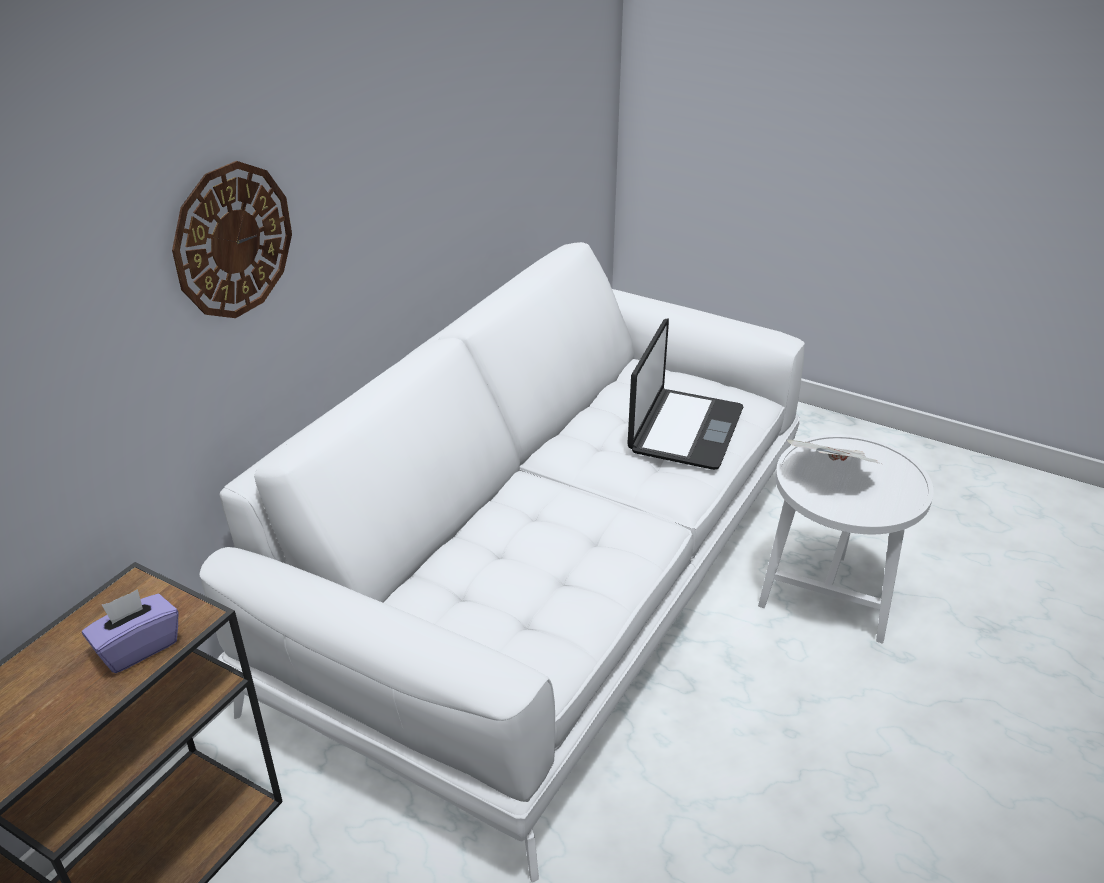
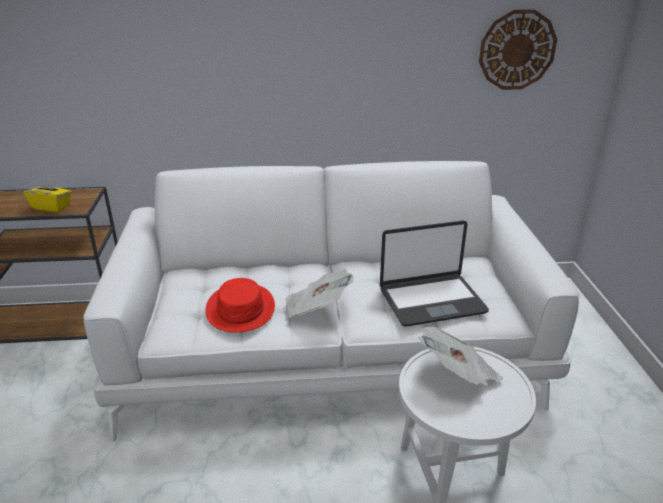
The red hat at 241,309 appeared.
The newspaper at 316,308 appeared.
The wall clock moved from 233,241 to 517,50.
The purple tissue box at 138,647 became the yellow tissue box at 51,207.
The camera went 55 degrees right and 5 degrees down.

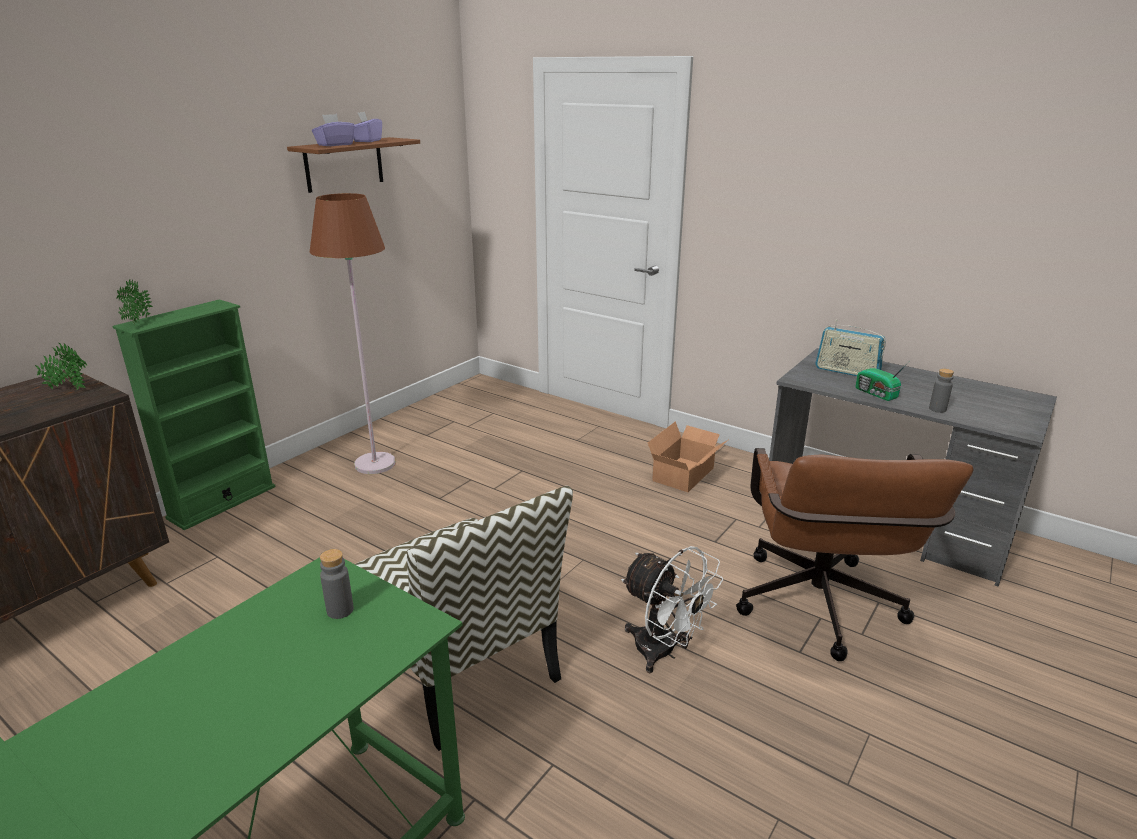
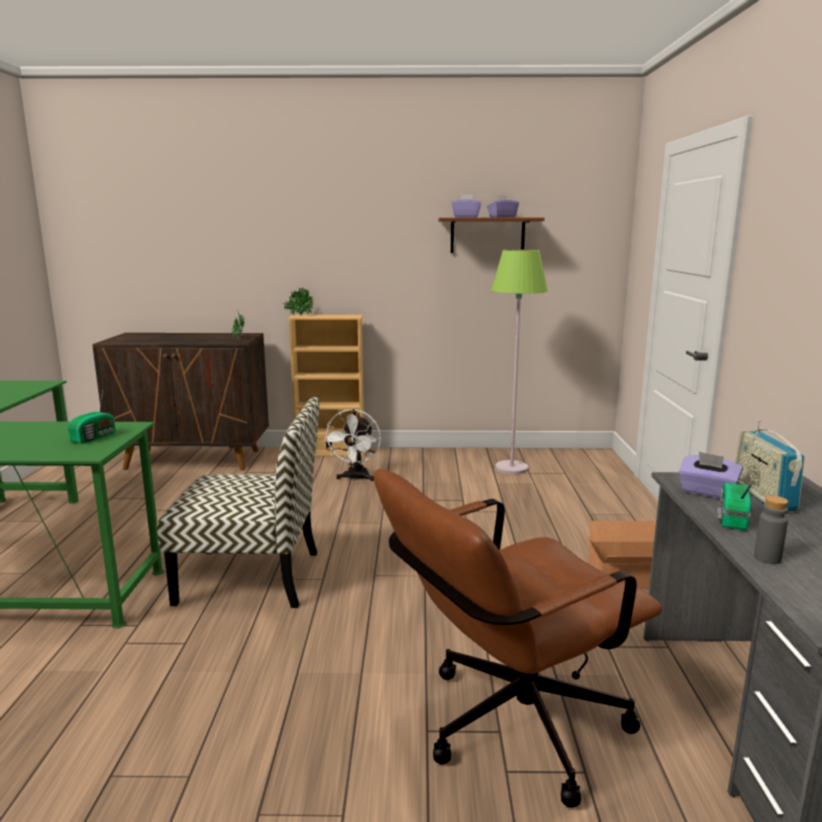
The brown floor lamp at 375,464 disappeared.
The green floor lamp at 511,468 appeared.
The purple tissue box at 707,492 appeared.
The white fan moved from 664,652 to 355,478.
The grey bottle at 340,610 was replaced by the radio at 95,437.
The green bookcase at 222,502 became the beige bookcase at 330,452.
The chair at 464,668 turned 105 degrees counterclockwise.
The camera went 55 degrees right and 10 degrees down.

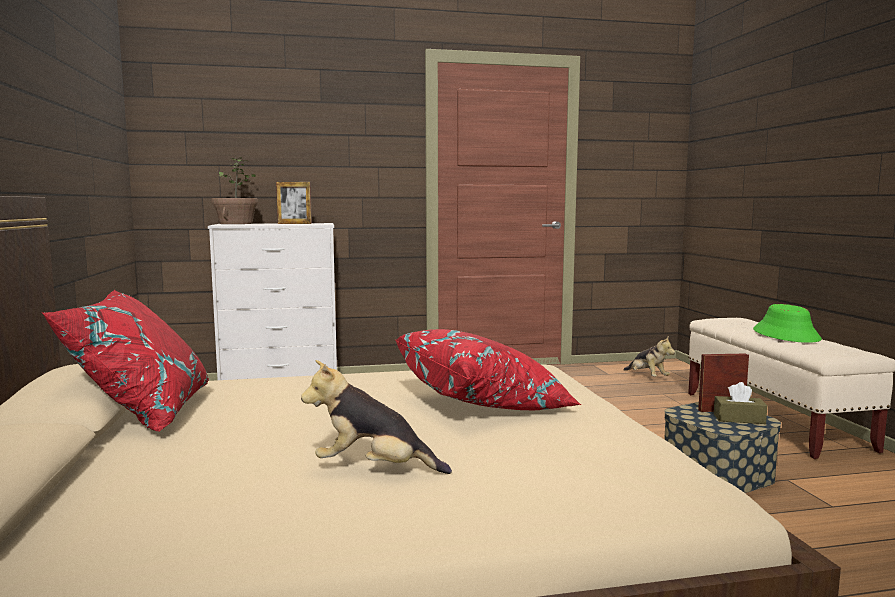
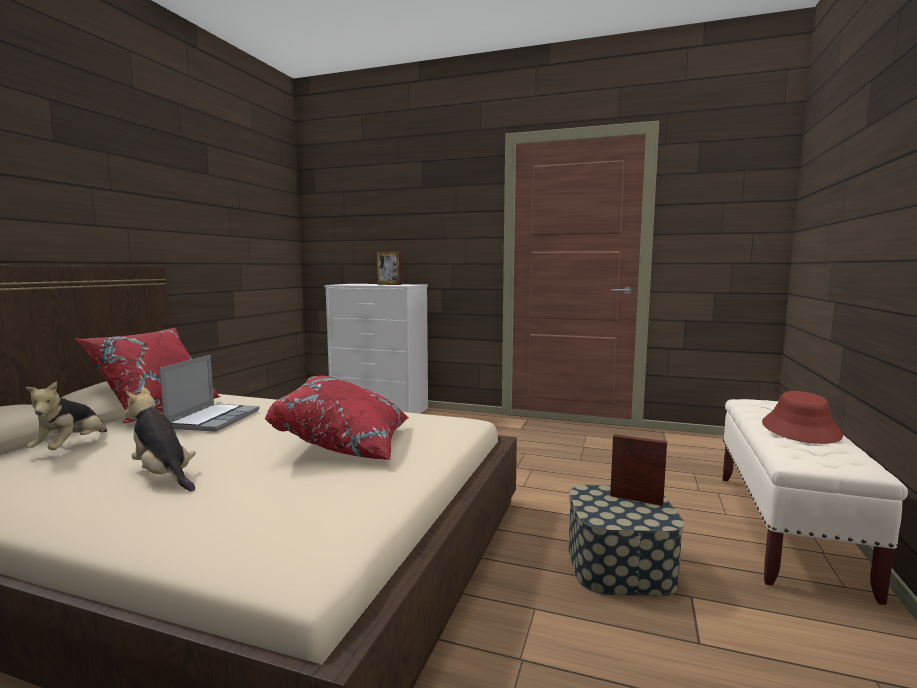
The potted plant at 235,223 disappeared.
The brown tissue box at 739,419 disappeared.
The laptop at 213,419 appeared.
The plush toy moved from 647,377 to 71,447.
The green hat at 786,335 became the red hat at 801,430.
The camera went 30 degrees right and 0 degrees up.

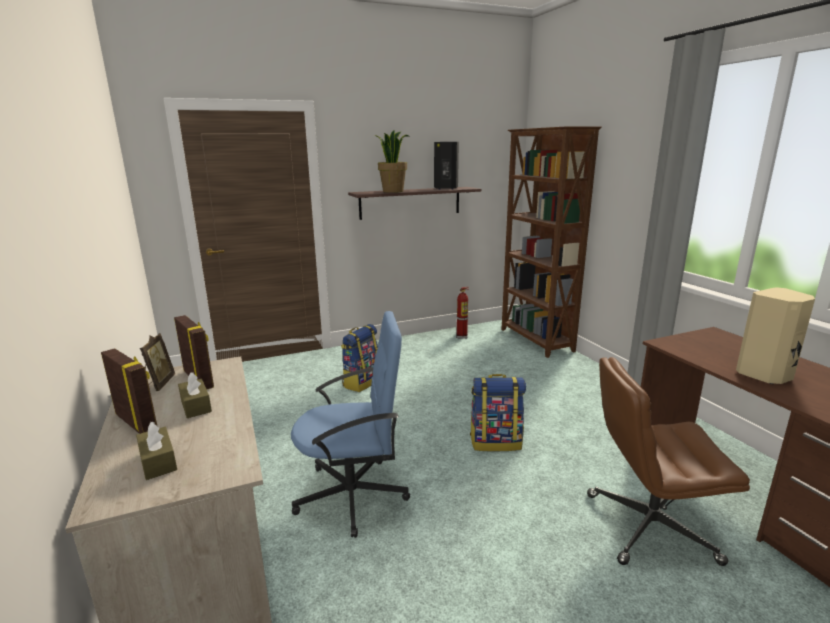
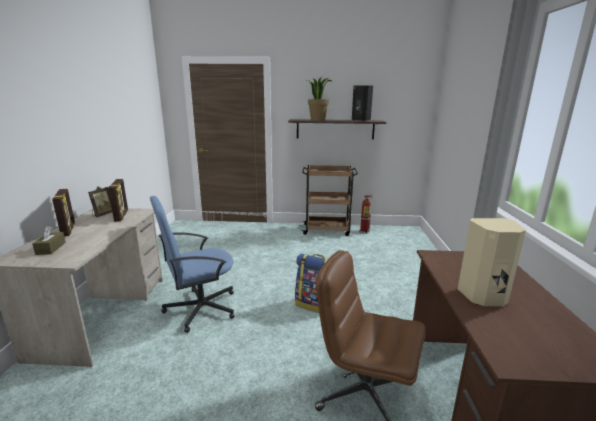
The brown tissue box at 196,406 disappeared.
The backpack at 361,382 disappeared.
The brown bookcase at 536,340 disappeared.
The brown cart at 327,230 appeared.
The blue office chair at 353,495 turned 135 degrees clockwise.
The camera went 25 degrees right and 0 degrees up.

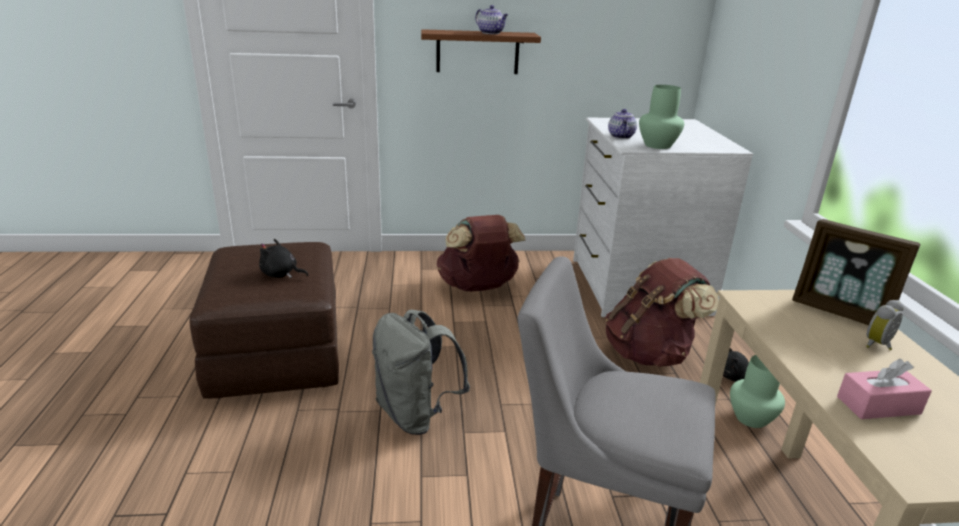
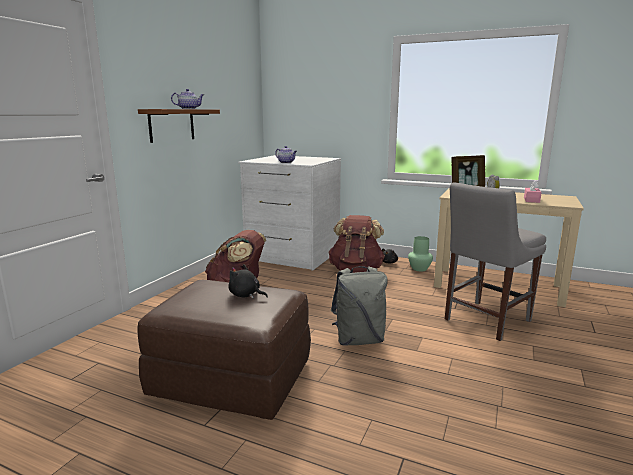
The green vase at 657,145 disappeared.
The black plush toy at 281,274 turned 75 degrees clockwise.
The camera went 60 degrees left and 10 degrees down.

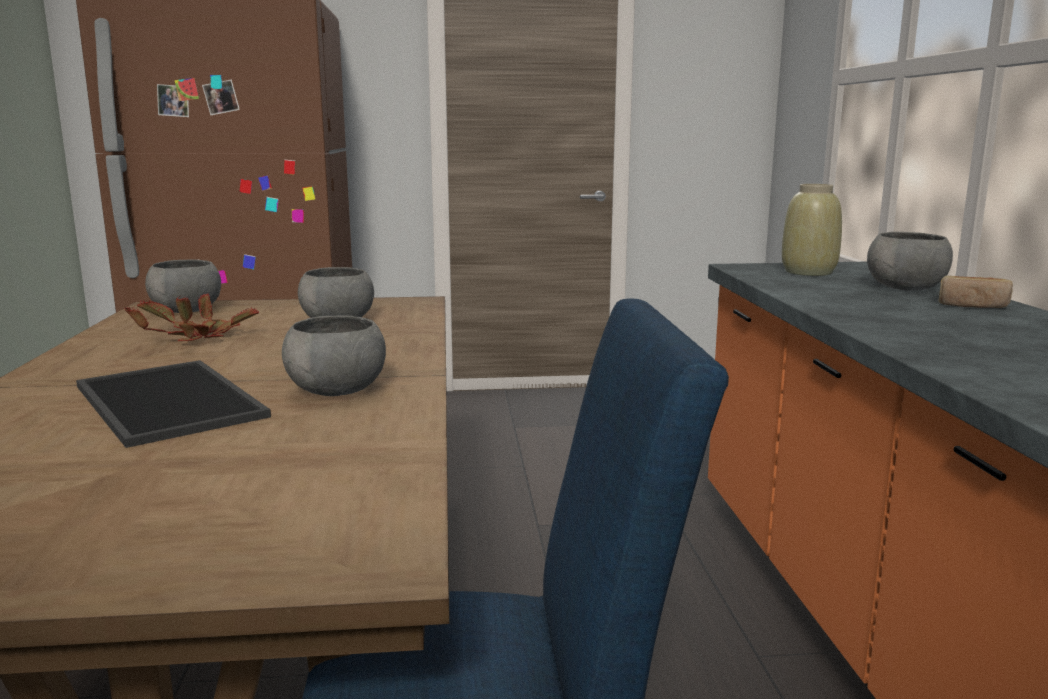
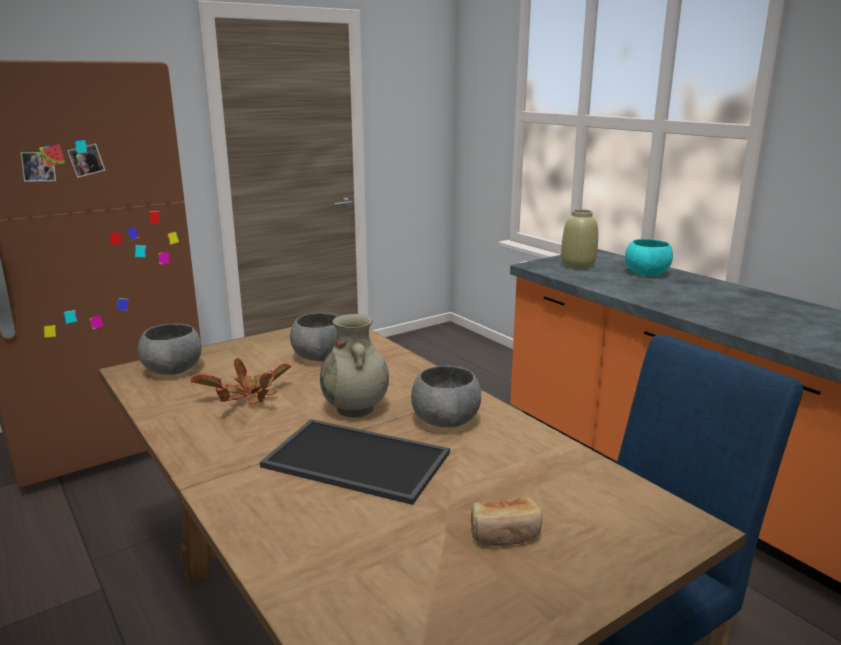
The beige vase at 355,409 appeared.
The bread moved from 972,305 to 505,535.
The grey bowl at 904,288 became the turquoise bowl at 646,273.
The camera went 30 degrees left and 5 degrees up.

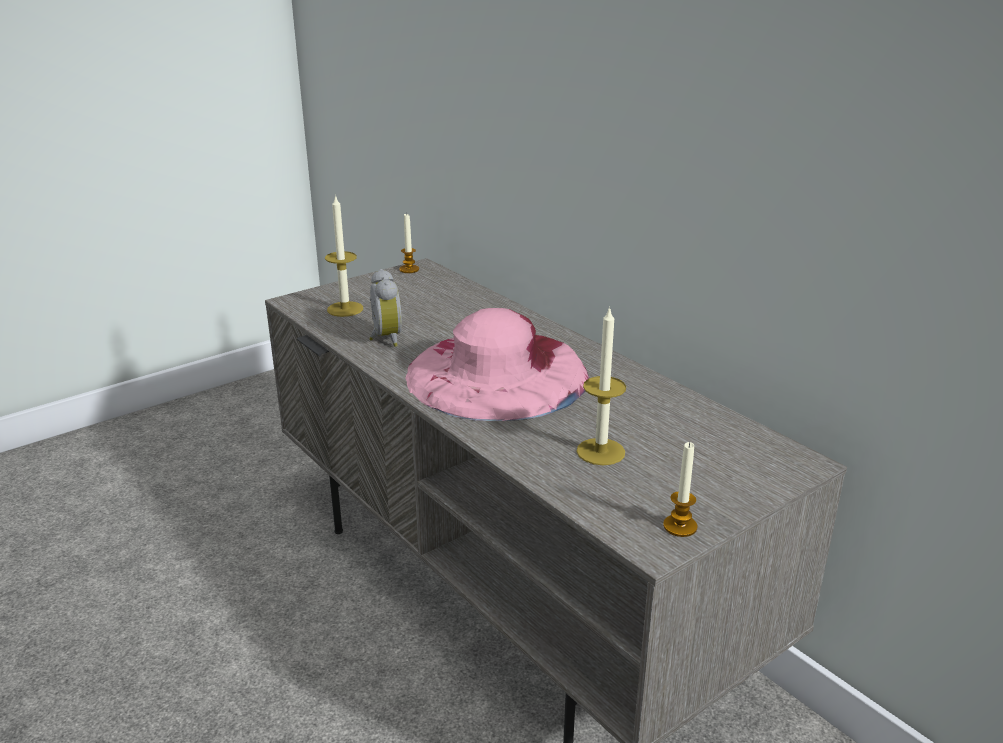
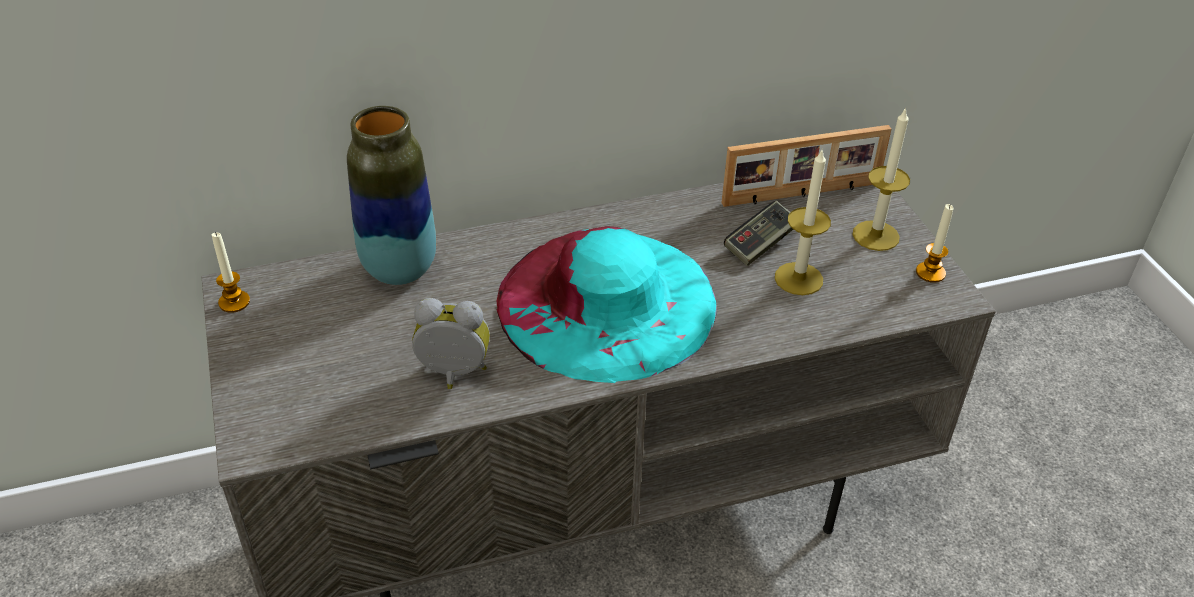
The vase at 399,269 appeared.
The picture frame at 802,194 appeared.
The game controller at 760,244 appeared.
The candle moved from 345,309 to 875,235.
The pink hat at 497,374 became the turquoise hat at 606,302.
The camera went 70 degrees left and 15 degrees up.

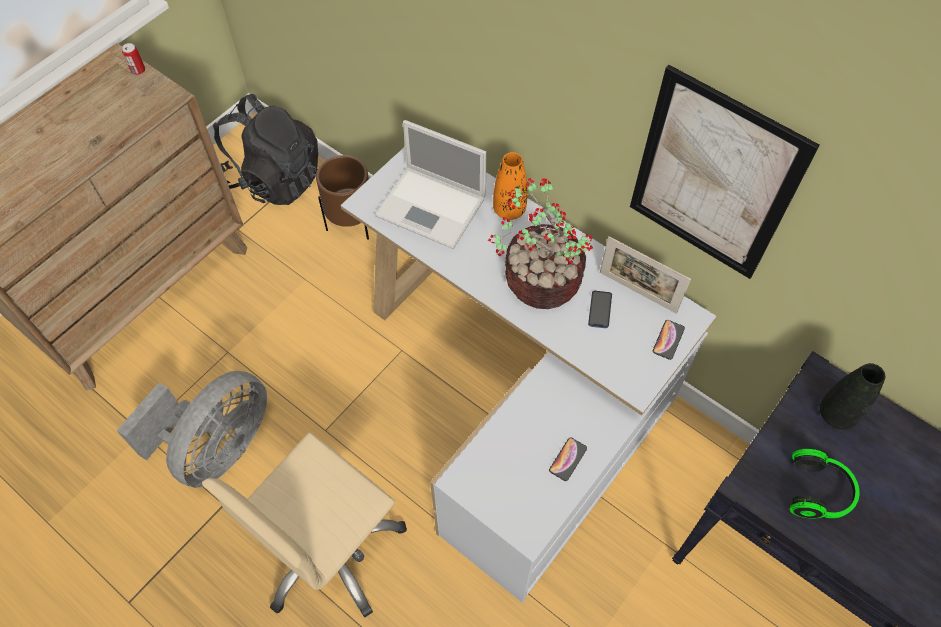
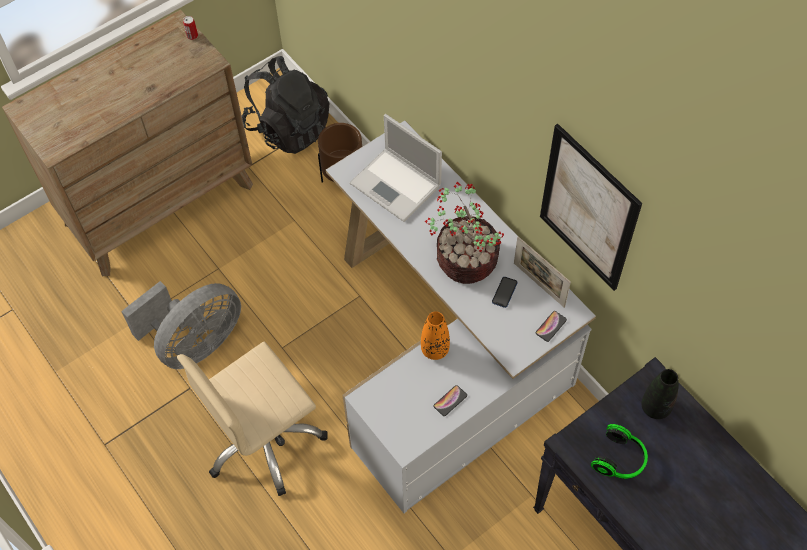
The orange vase moved from 509,210 to 435,349.
The camera went 15 degrees right and 0 degrees up.

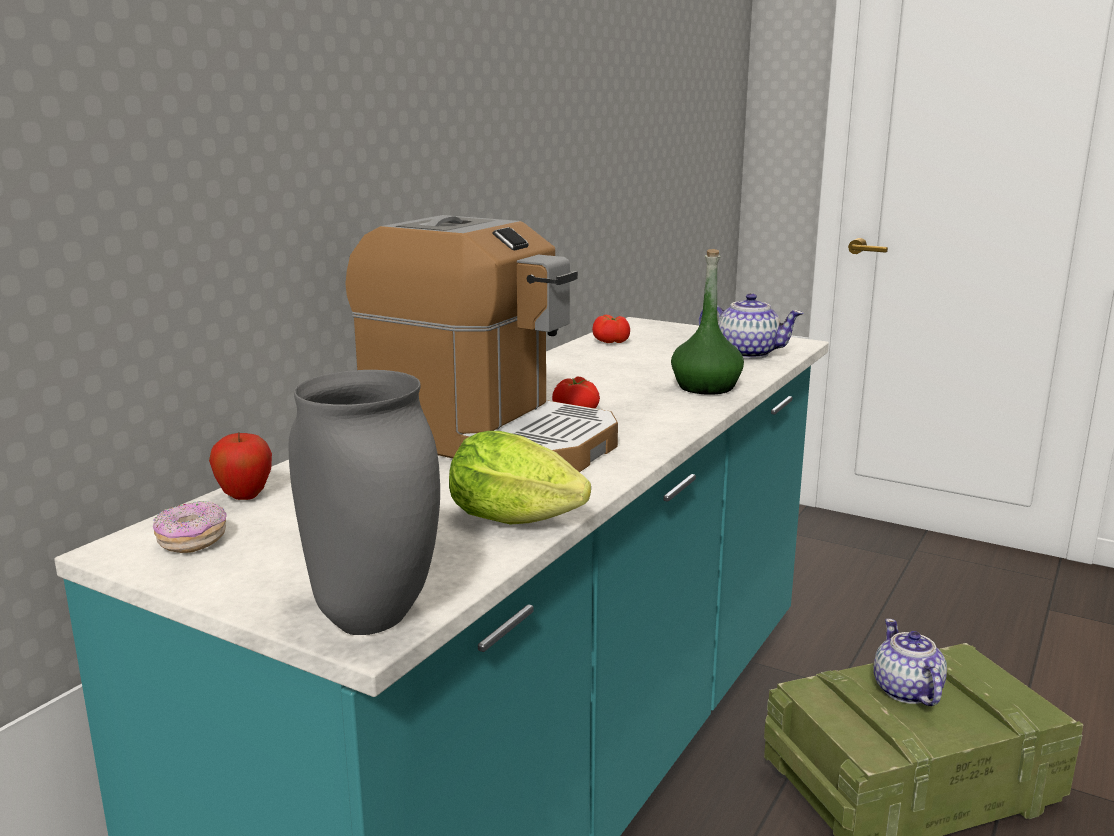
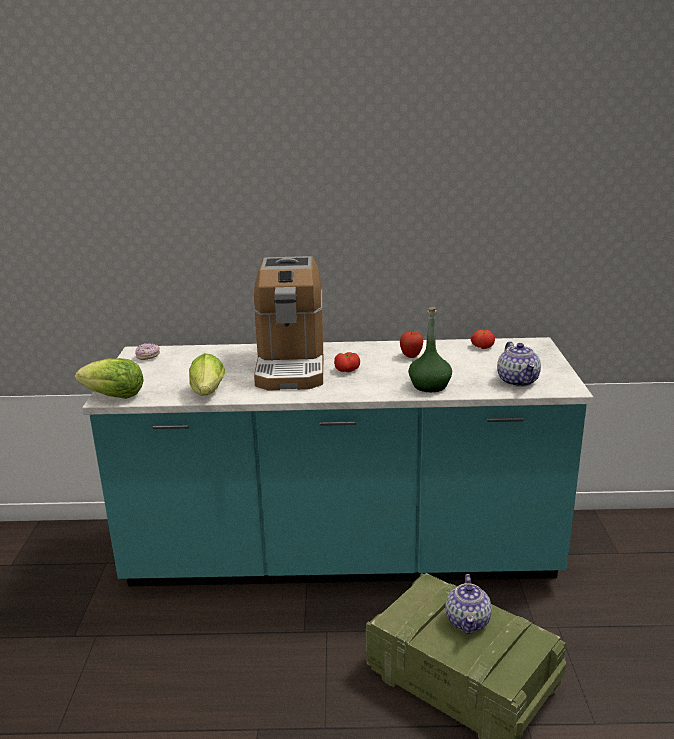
The apple moved from 244,497 to 411,356.
The grey vase at 376,618 was replaced by the lettuce at 115,396.
The teapot at 906,691 turned 135 degrees clockwise.
The camera went 60 degrees right and 5 degrees up.

